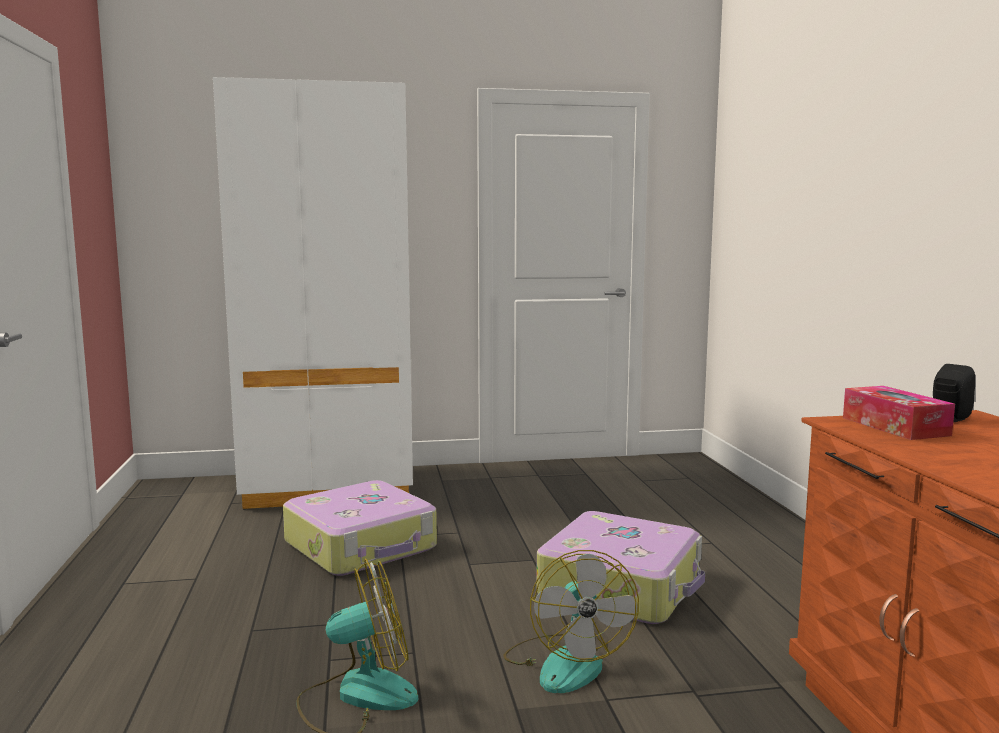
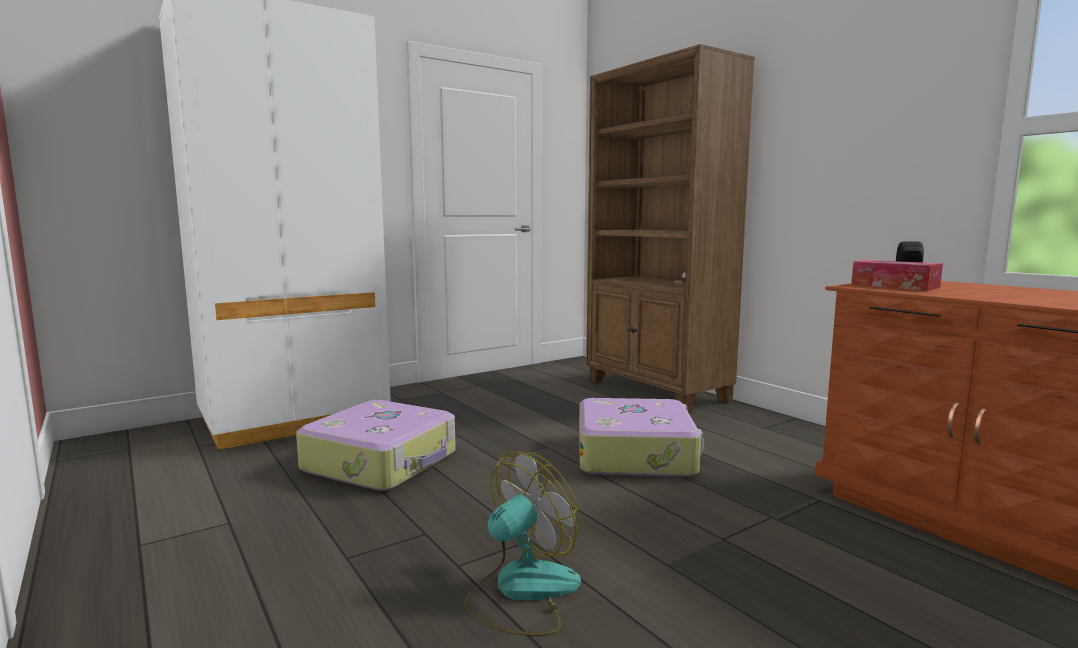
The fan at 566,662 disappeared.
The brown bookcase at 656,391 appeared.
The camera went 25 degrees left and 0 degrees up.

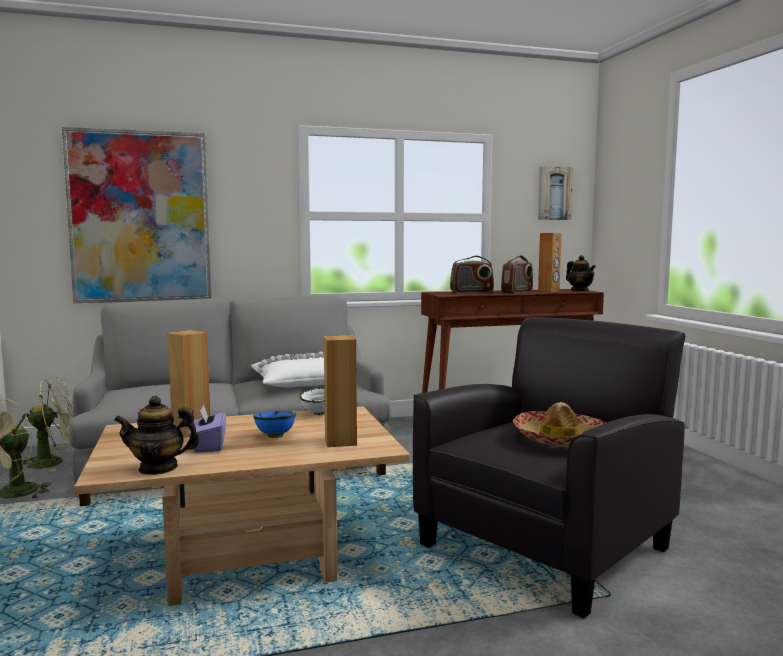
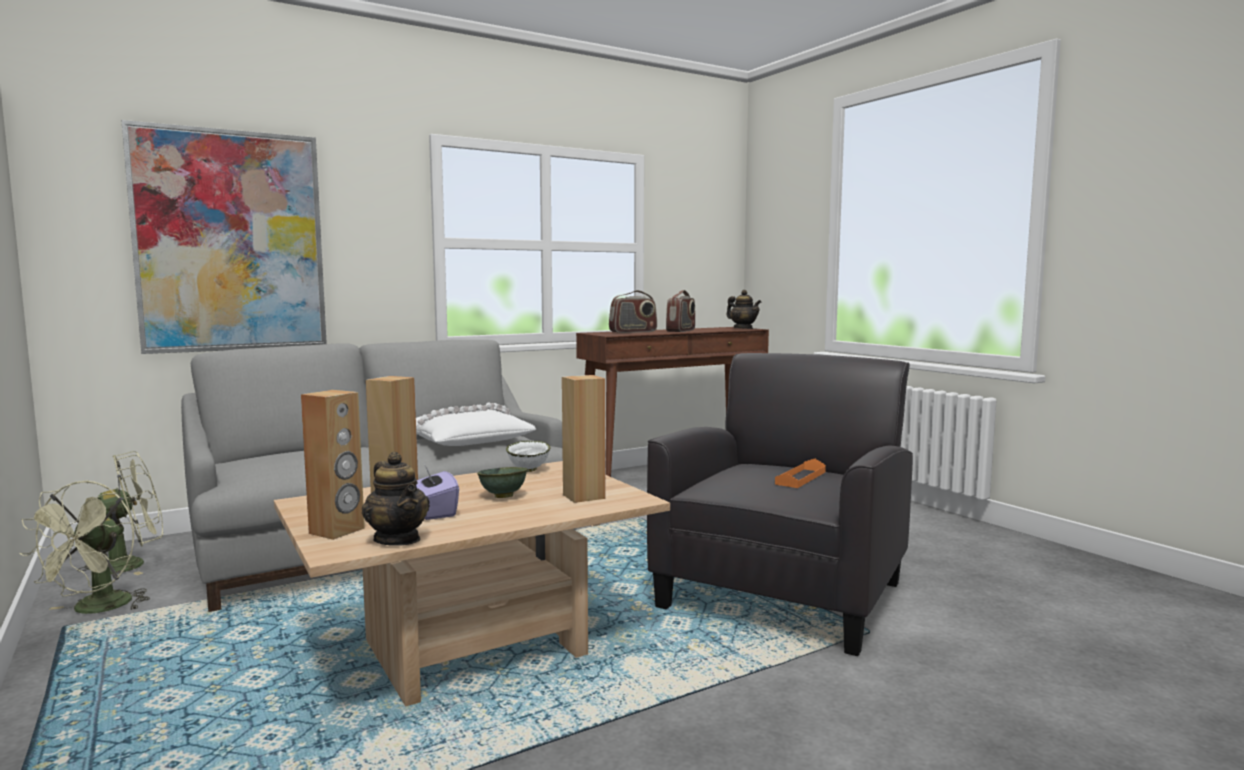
The picture at 554,193 disappeared.
The brown speaker moved from 549,291 to 337,531.
The hat at 560,439 was replaced by the orange tray at 800,478.
The blue bowl at 274,436 became the green bowl at 502,497.
The teapot at 158,468 turned 105 degrees counterclockwise.
The camera went 15 degrees left and 0 degrees up.

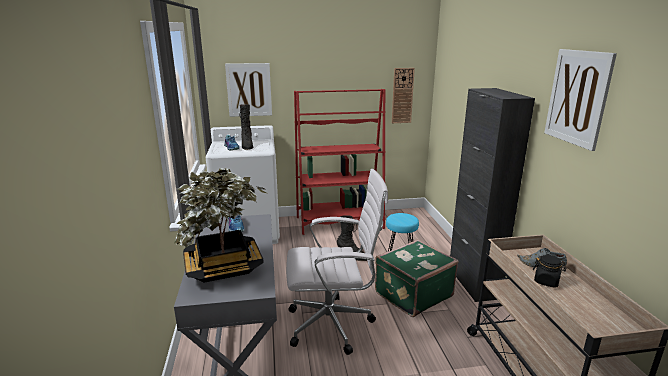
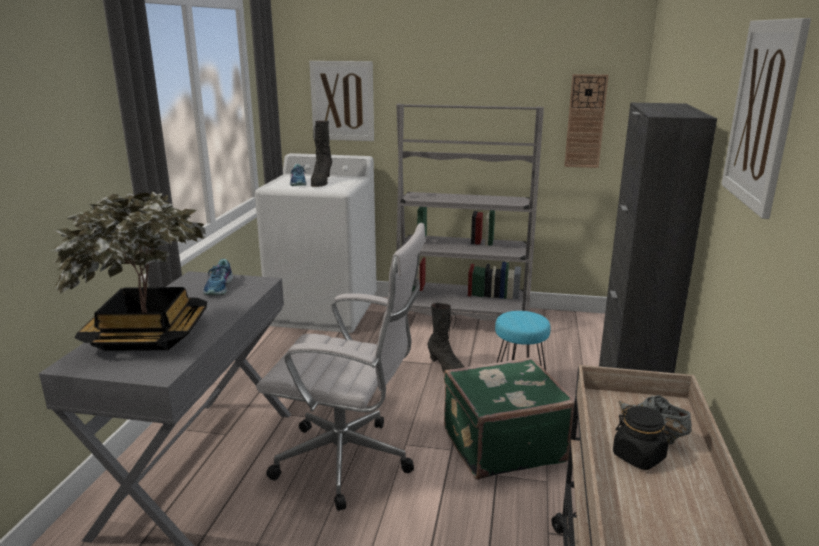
The red bookcase at 339,223 became the grey bookcase at 462,318.
The camera went 20 degrees right and 0 degrees up.

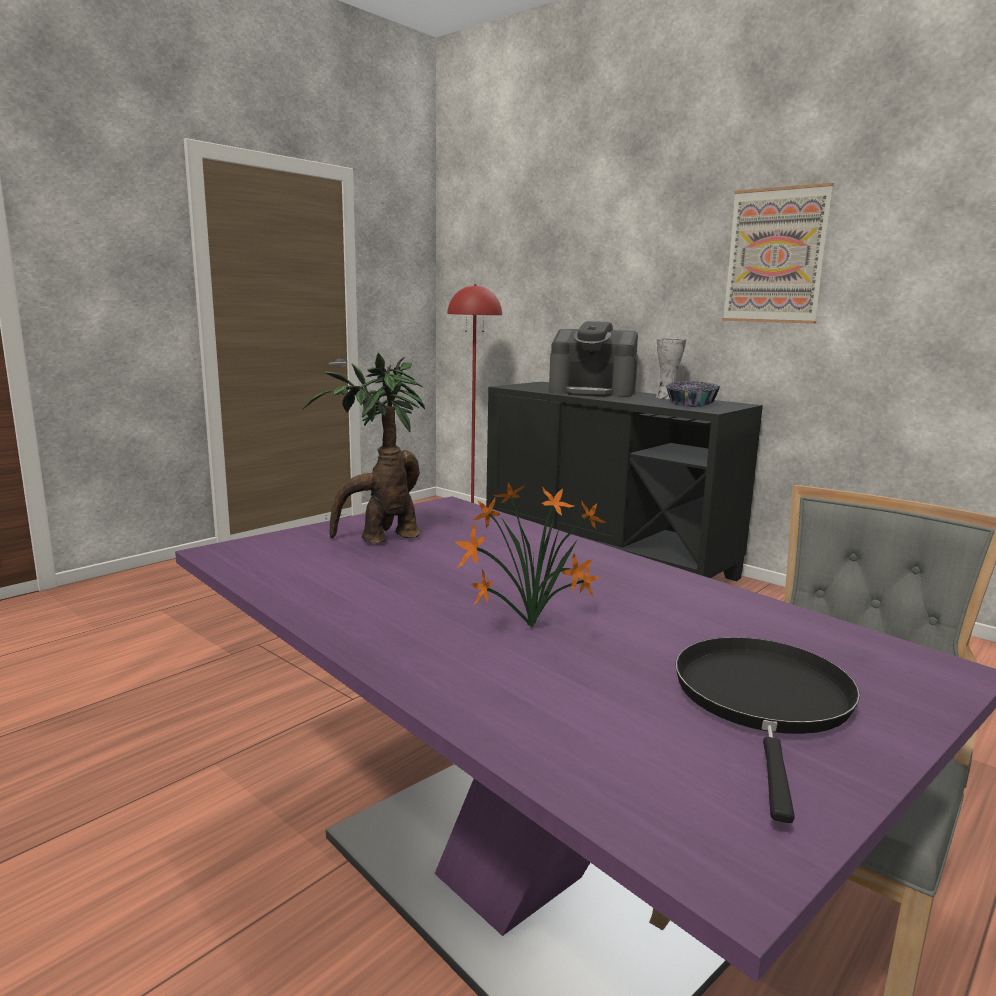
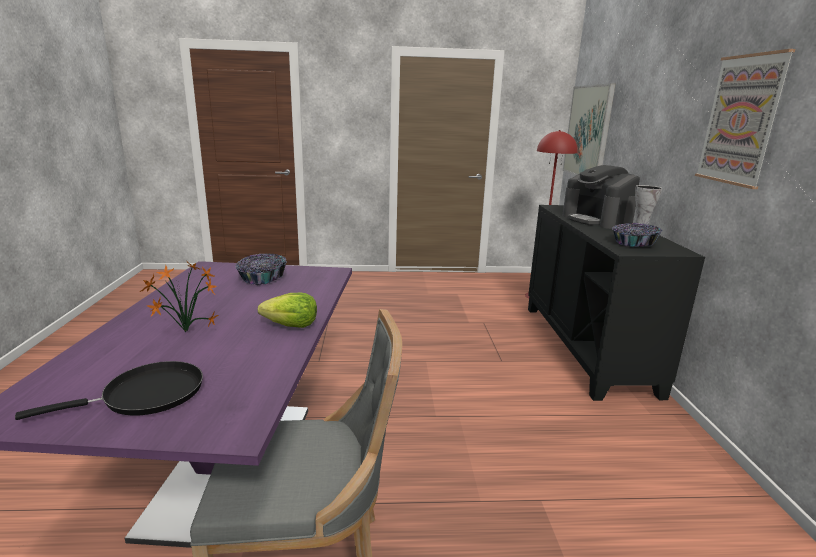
The lettuce at 291,325 appeared.
The picture at 588,132 appeared.
The potted plant at 381,538 was replaced by the bowl at 262,278.
The camera went 45 degrees right and 5 degrees up.

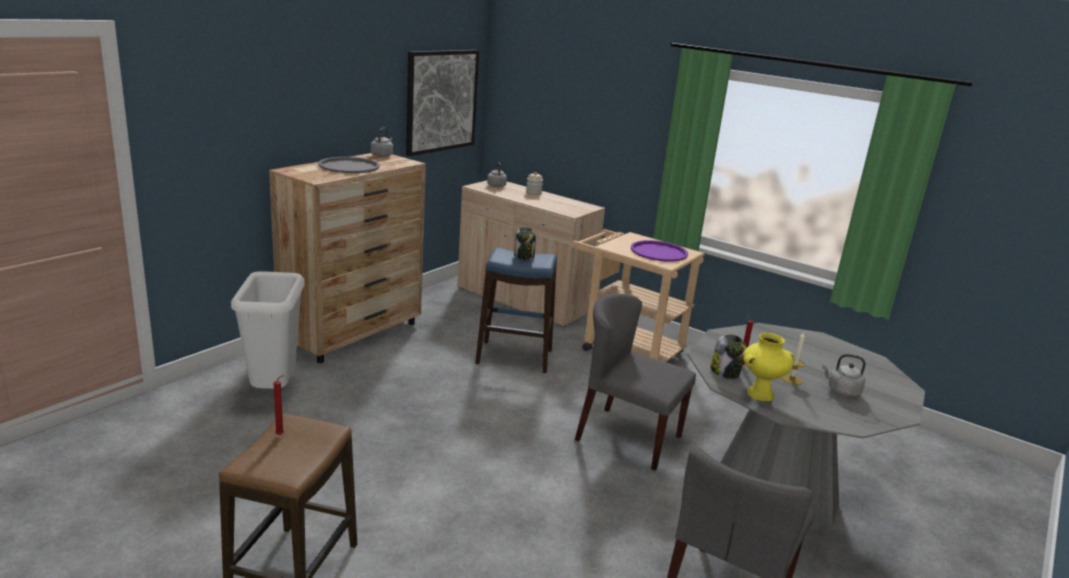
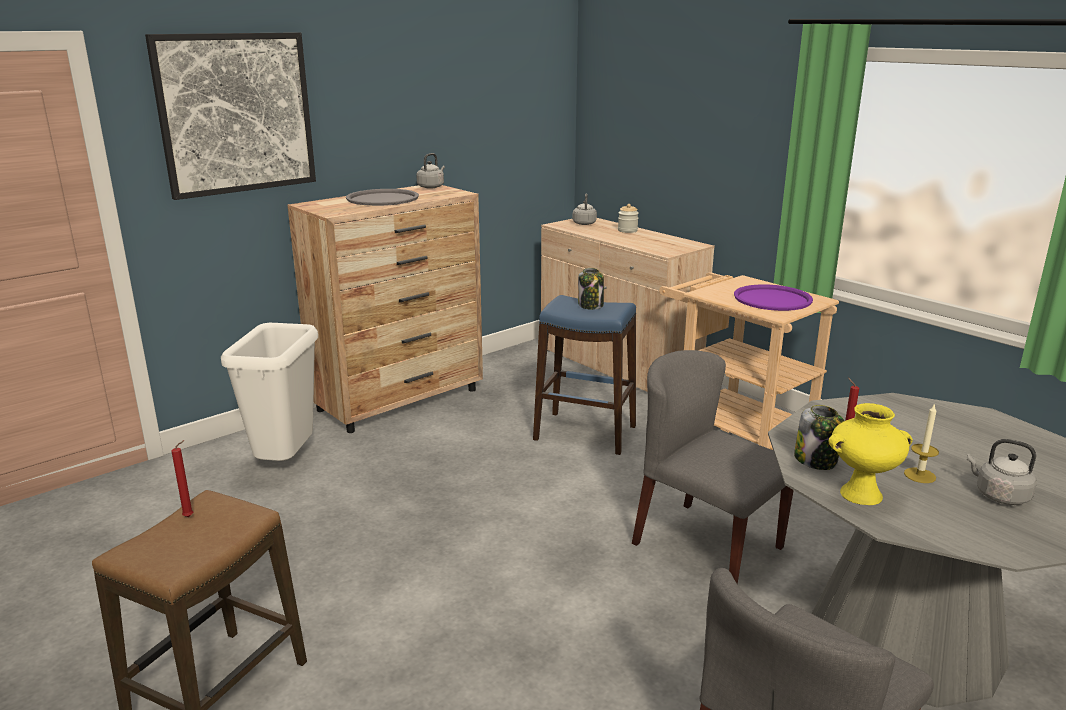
The picture moved from 441,101 to 236,113.
The camera went 15 degrees right and 0 degrees up.

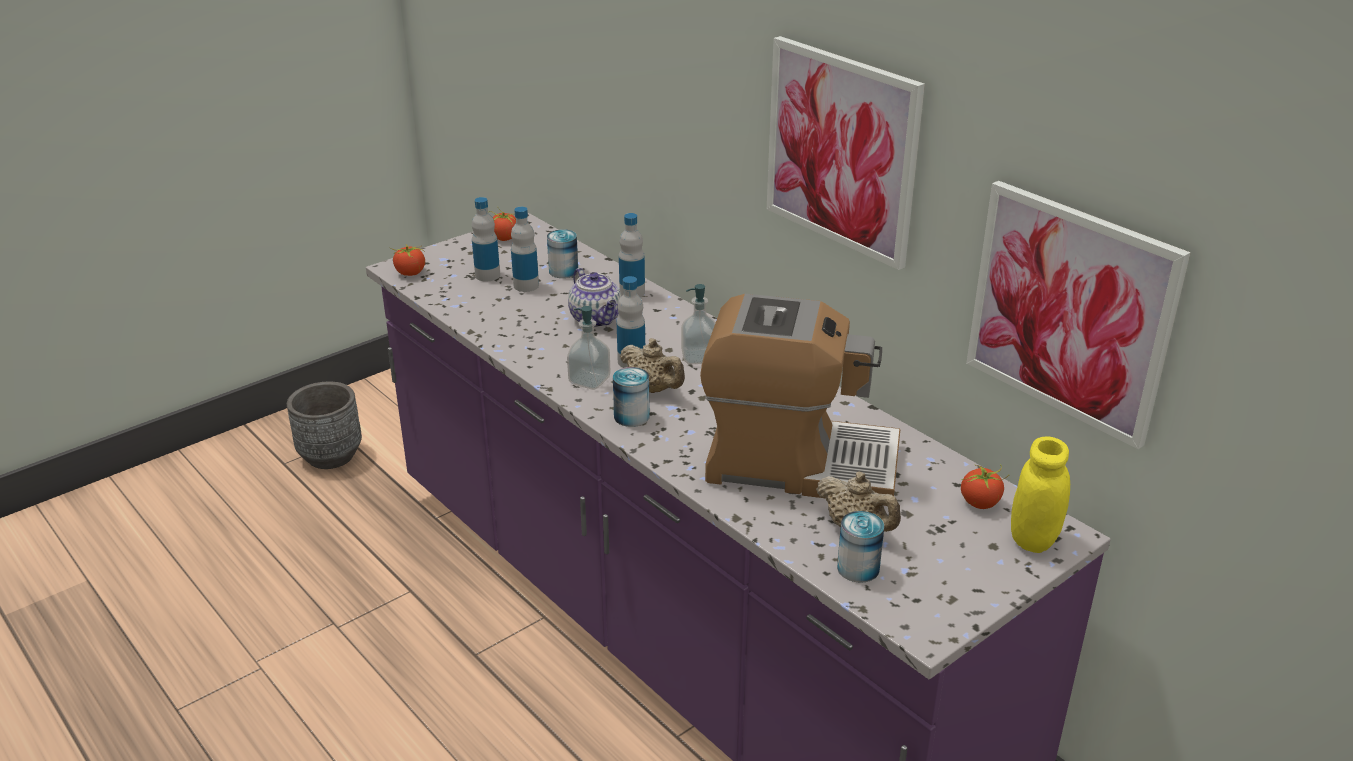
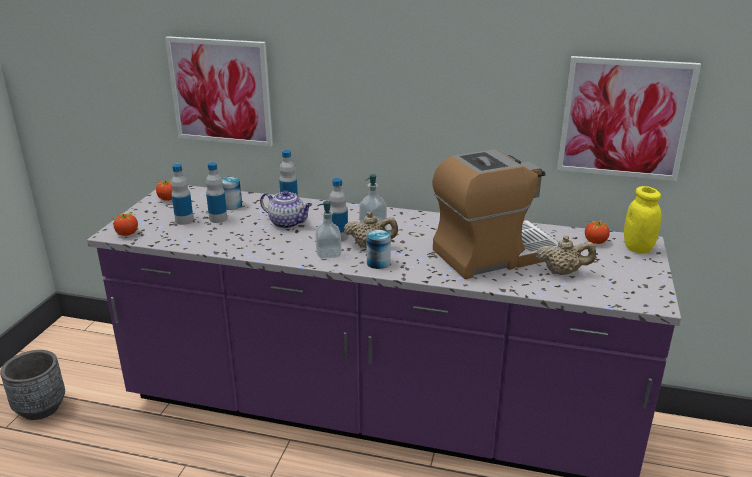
The can at 858,568 disappeared.
The picture moved from 842,150 to 221,91.
The camera went 35 degrees left and 5 degrees down.

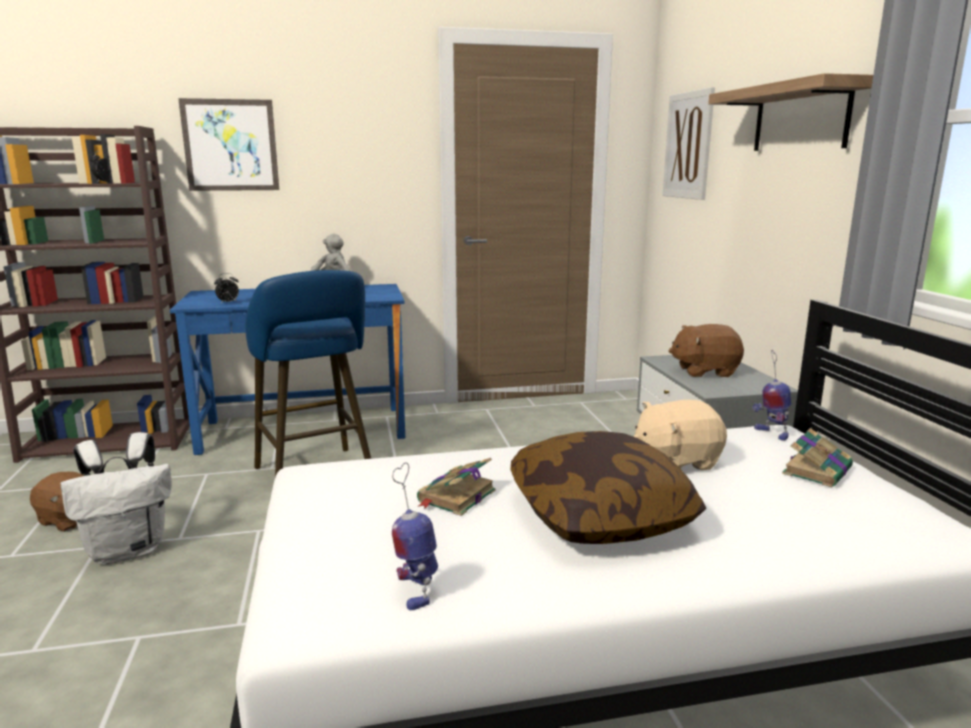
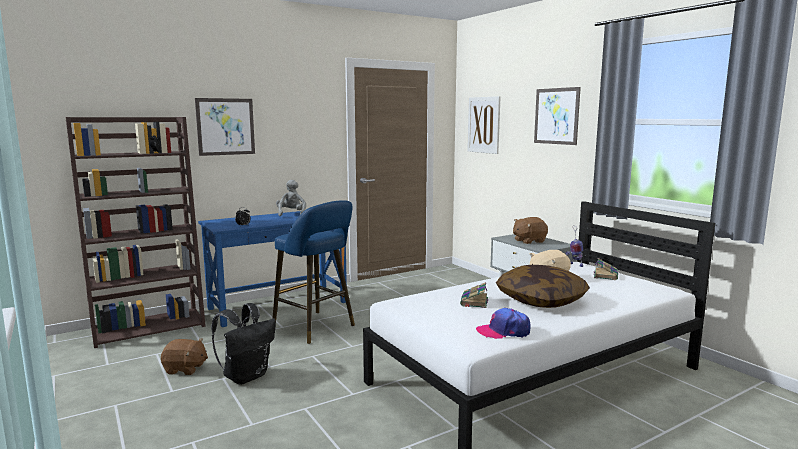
The toy robot at 416,591 was replaced by the cap at 503,331.
The shelf at 800,118 was replaced by the picture at 556,116.
The white backpack at 129,550 became the black backpack at 246,376.
The camera went 20 degrees left and 5 degrees down.

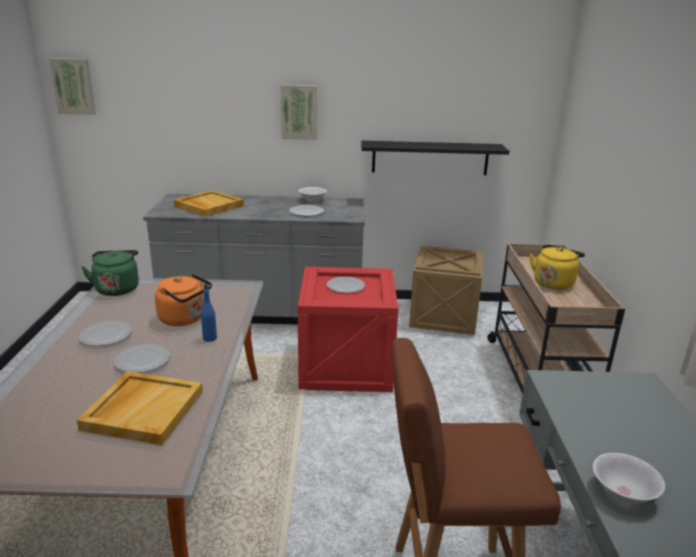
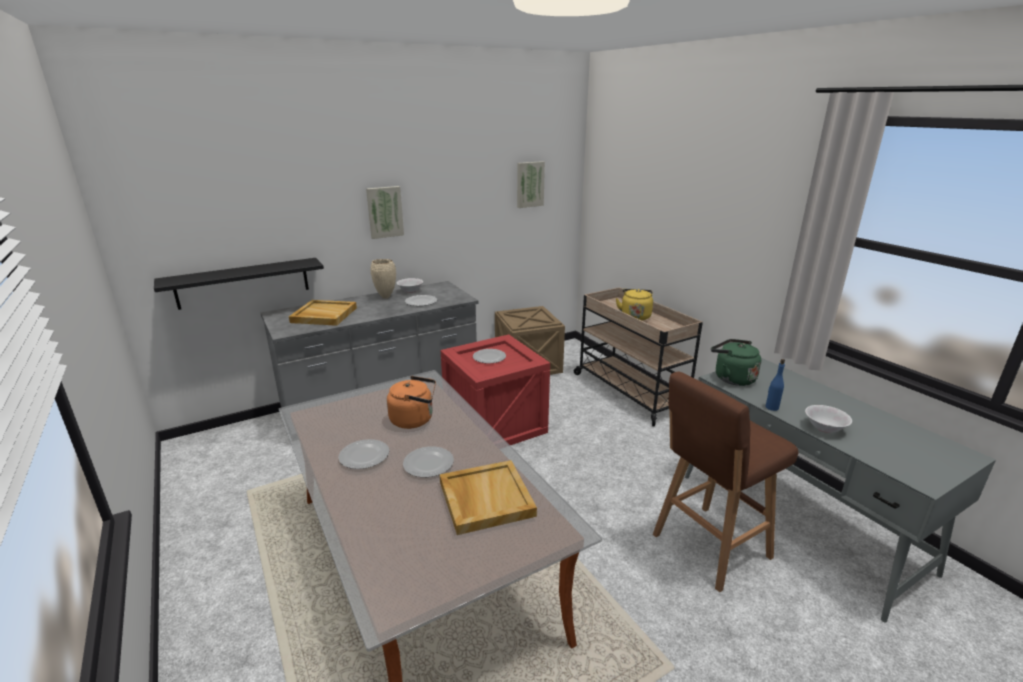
The beige vase at 386,297 appeared.
The picture moved from 74,86 to 529,184.
The green kettle moved from 117,288 to 732,378.
The blue bottle moved from 209,338 to 771,407.
The black shelf moved from 430,158 to 243,283.
The camera went 30 degrees left and 0 degrees up.

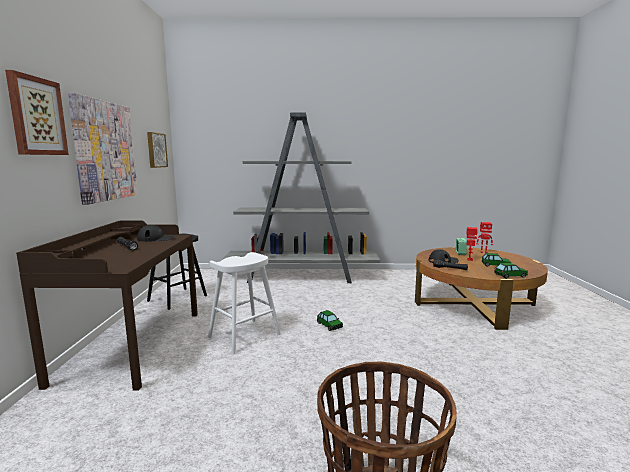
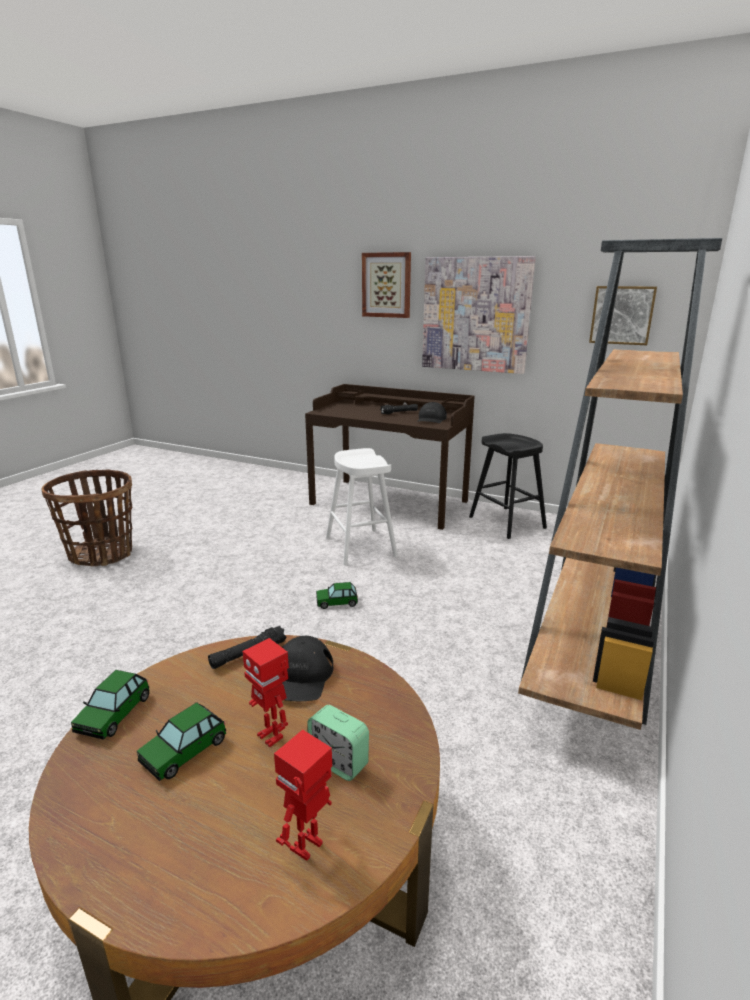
The grey bookcase at 302,276 became the brown bookcase at 595,636.
The camera went 115 degrees right and 10 degrees up.

